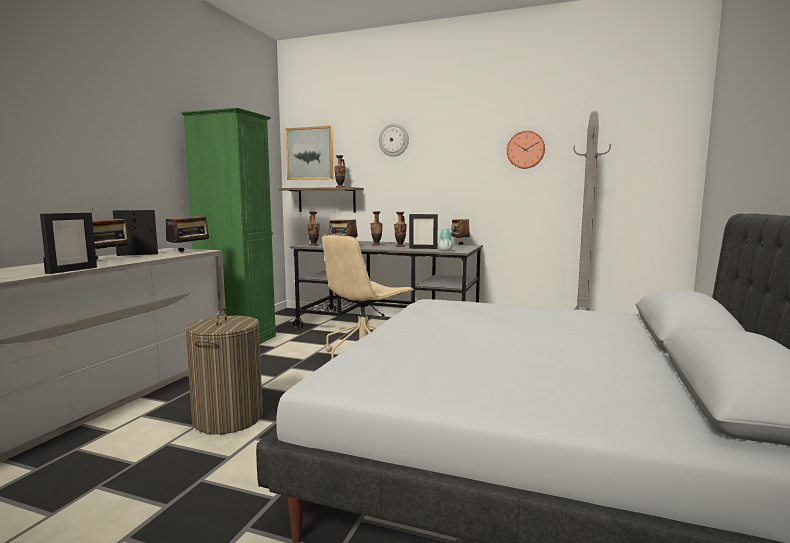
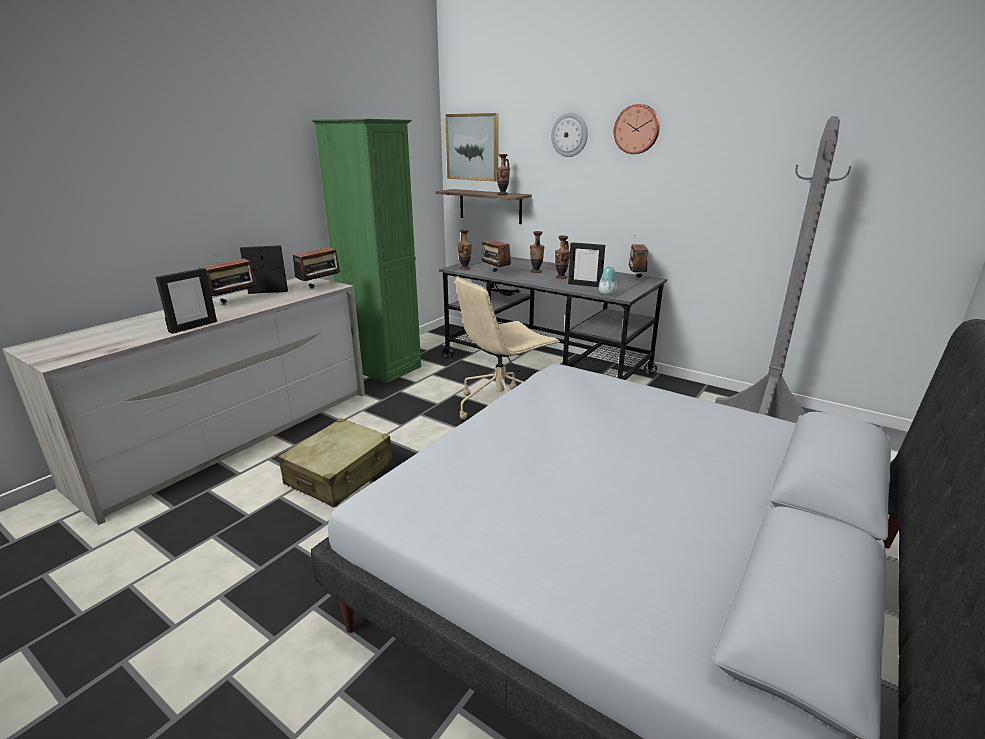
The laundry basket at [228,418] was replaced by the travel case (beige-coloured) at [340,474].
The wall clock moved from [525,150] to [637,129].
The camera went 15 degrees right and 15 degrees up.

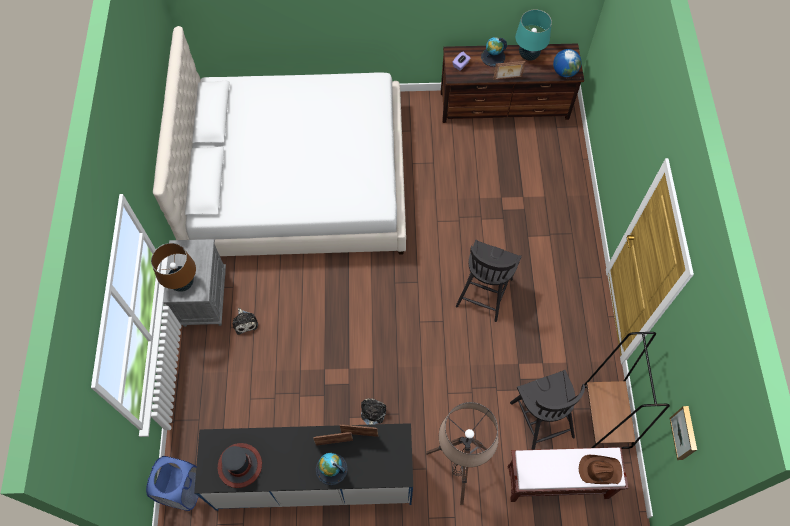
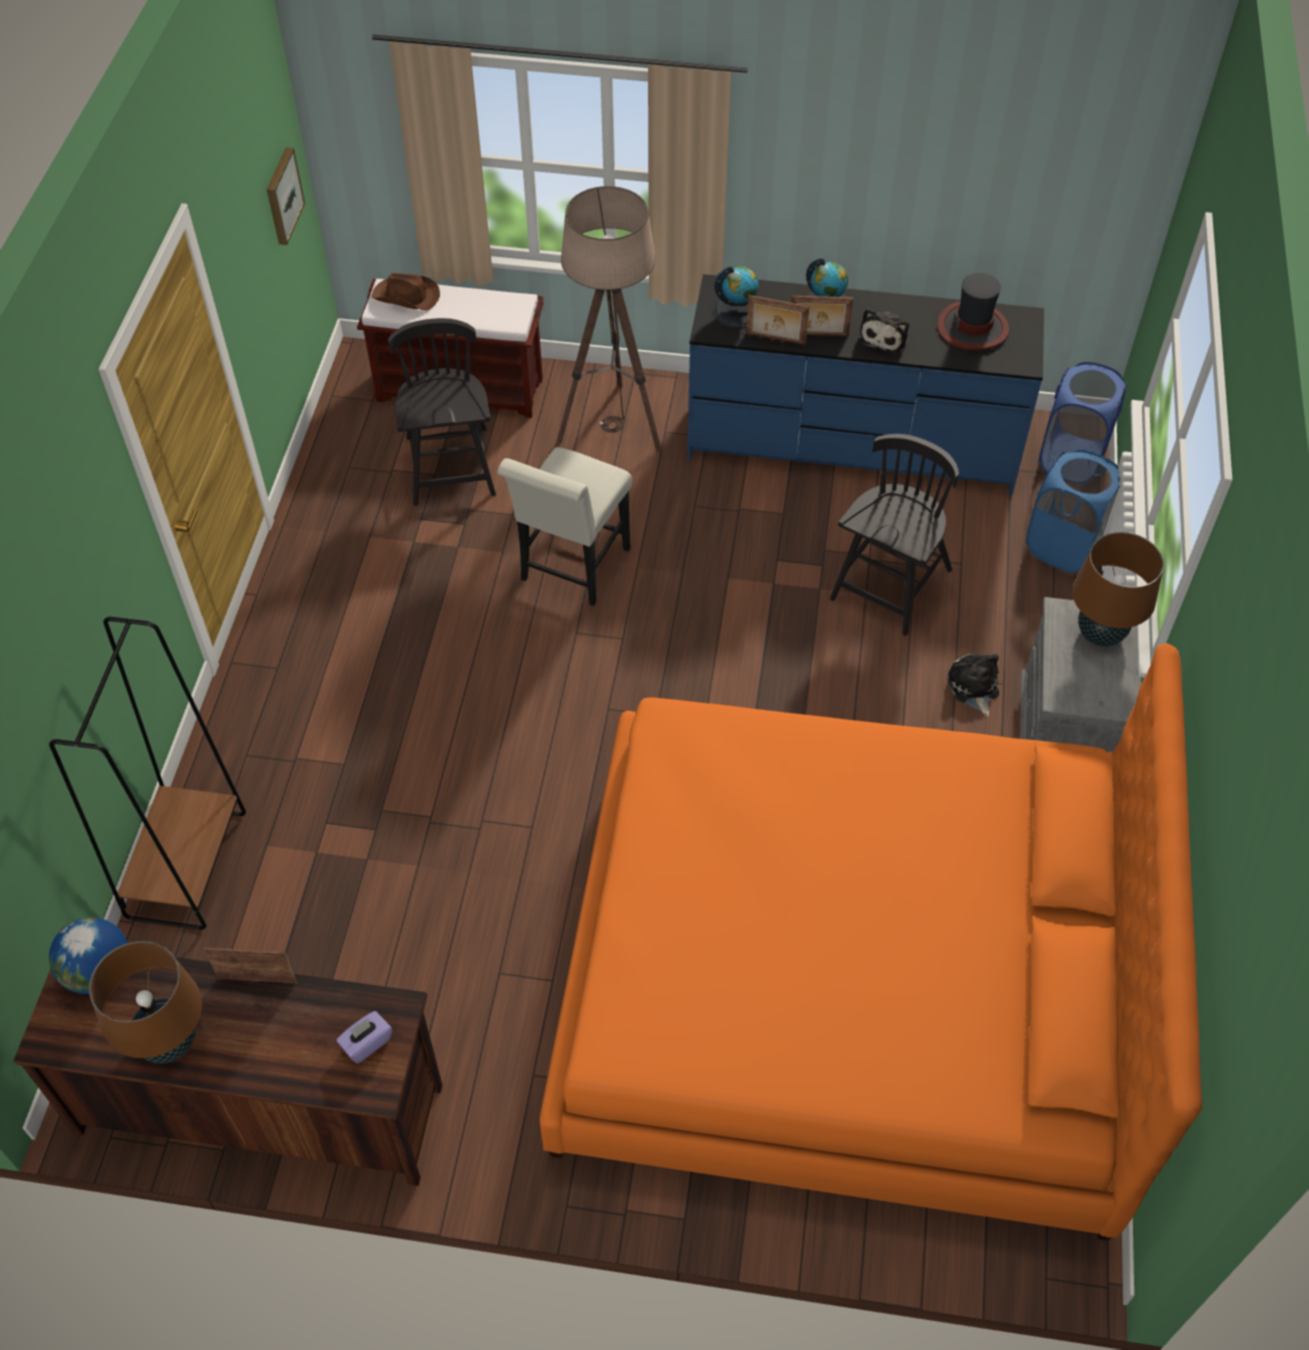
The clothes rack moved from [606,417] to [187,866].
The table lamp (blue-green) at [528,55] became the table lamp (brown) at [169,1042].
The plain chair (whitish) at [571,570] appeared.
The bed (whitish) at [297,180] became the bed (orange) at [846,982].
The desk globe moved from [493,57] to [738,311].
The plain chair (blackish) moved from [485,291] to [890,586].
The soft toy moved from [372,413] to [885,337].
The laundry basket (blue-coloured) at [1064,547] appeared.
The camera went 170 degrees left and 10 degrees down.

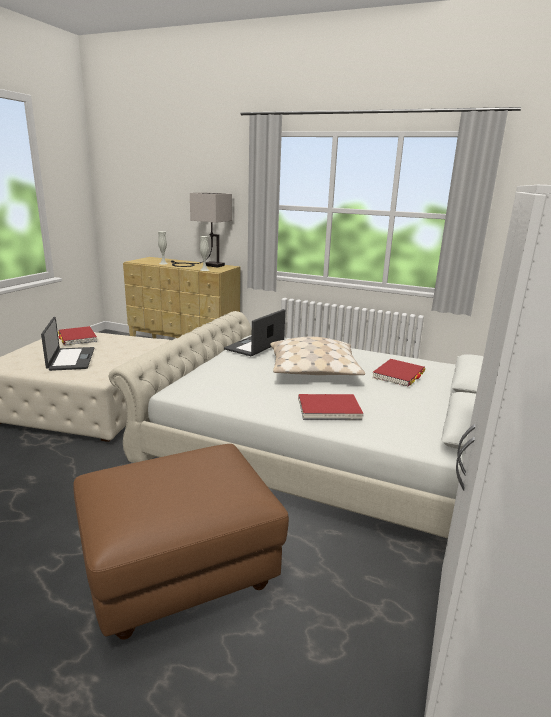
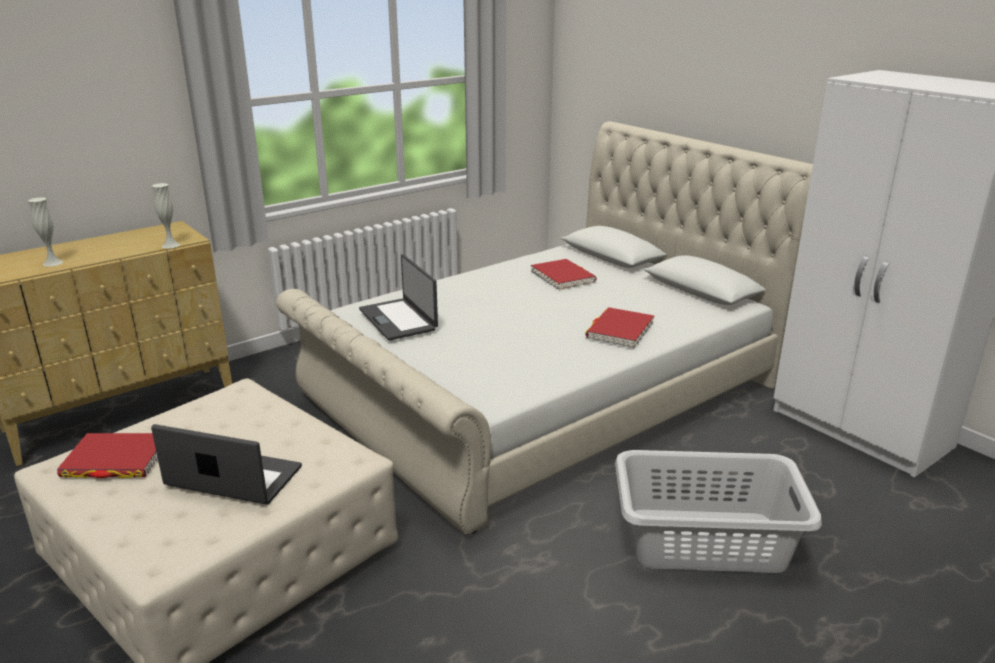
The footrest (brown) at [179,574] was replaced by the laundry basket (greyish) at [706,541].
The table lamp at [200,265] disappeared.
The cushion (beige-coloured) at [314,371] disappeared.
The camera went 60 degrees left and 5 degrees up.

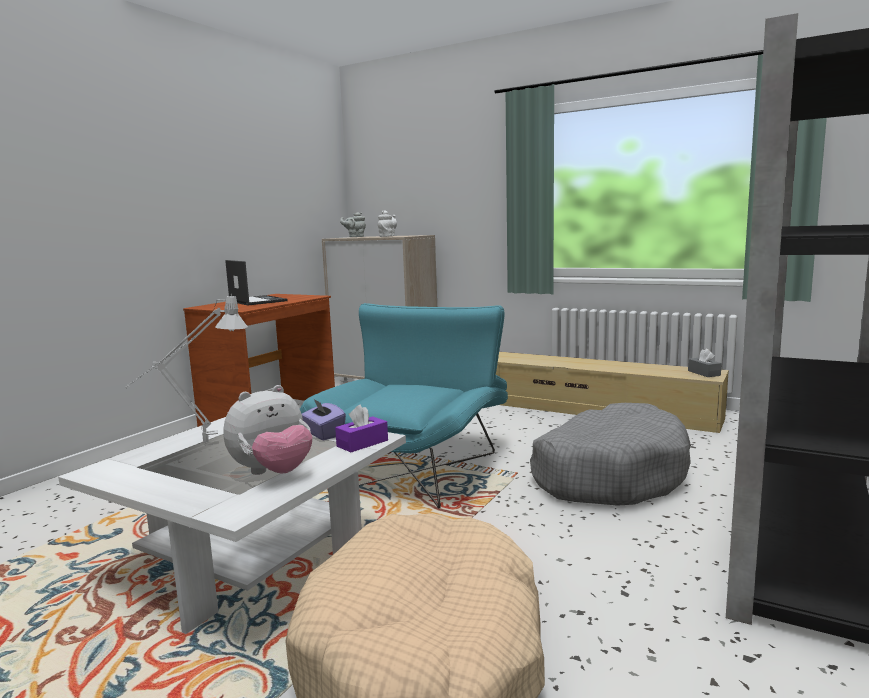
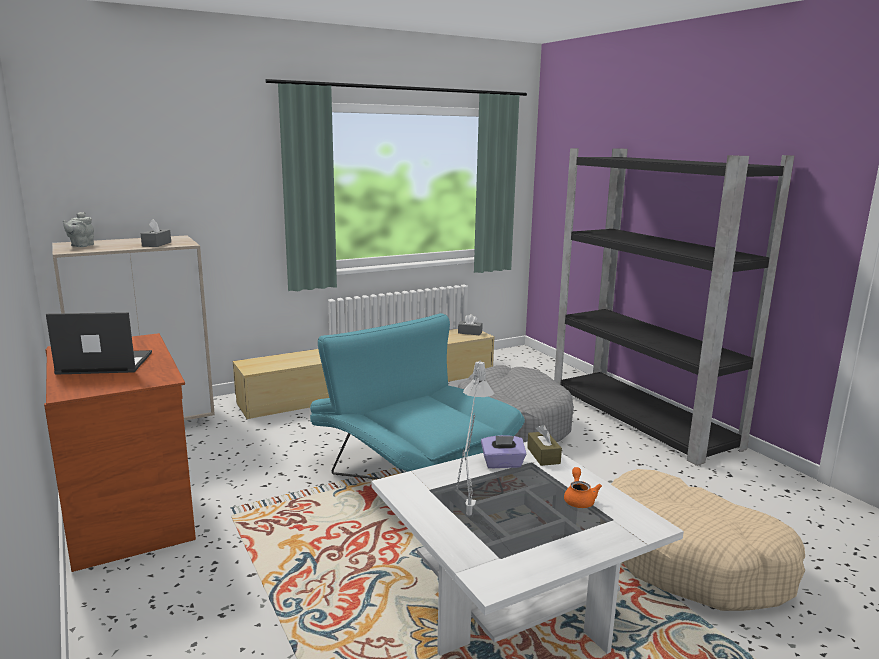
The teapot (whitish) at [388,236] was replaced by the tissue box (greyish) at [157,244].
The tissue box (purplish) at [362,443] became the tissue box (brown) at [543,455].
The soft toy at [273,473] was replaced by the teapot (orange) at [579,499].
The camera went 60 degrees left and 5 degrees up.

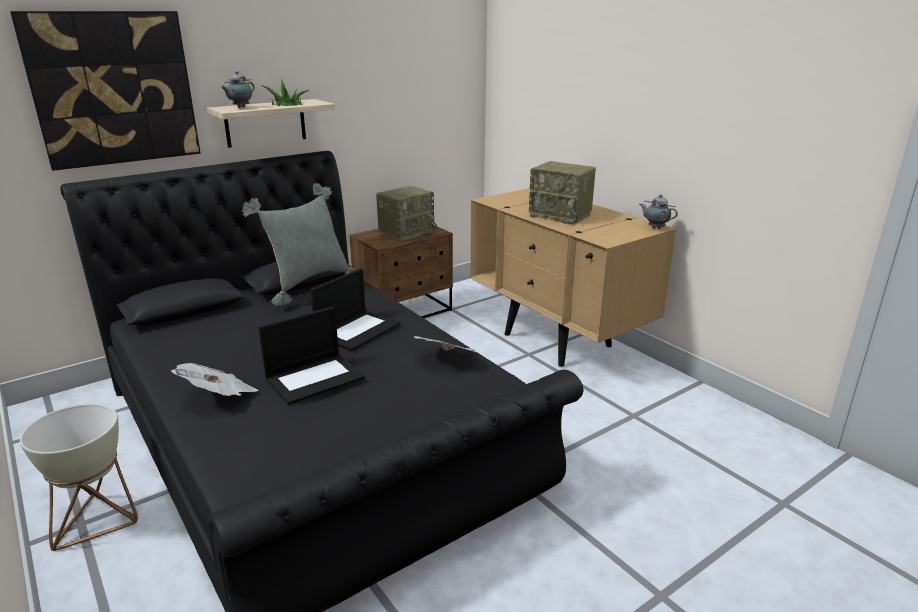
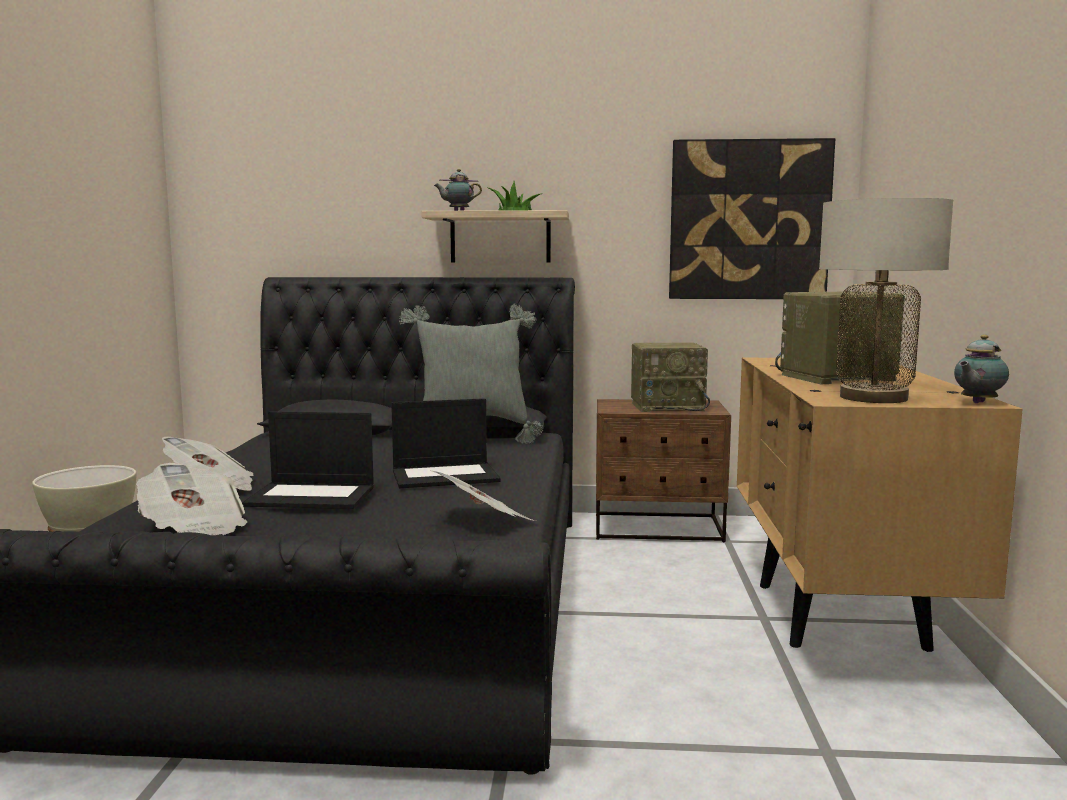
The printed paper at [194,530] appeared.
The wall picture moved from [114,89] to [749,220].
The radio receiver at [561,215] turned 90 degrees clockwise.
The table lamp at [873,398] appeared.
The teapot at [655,228] turned 120 degrees counterclockwise.
The camera went 40 degrees right and 15 degrees down.

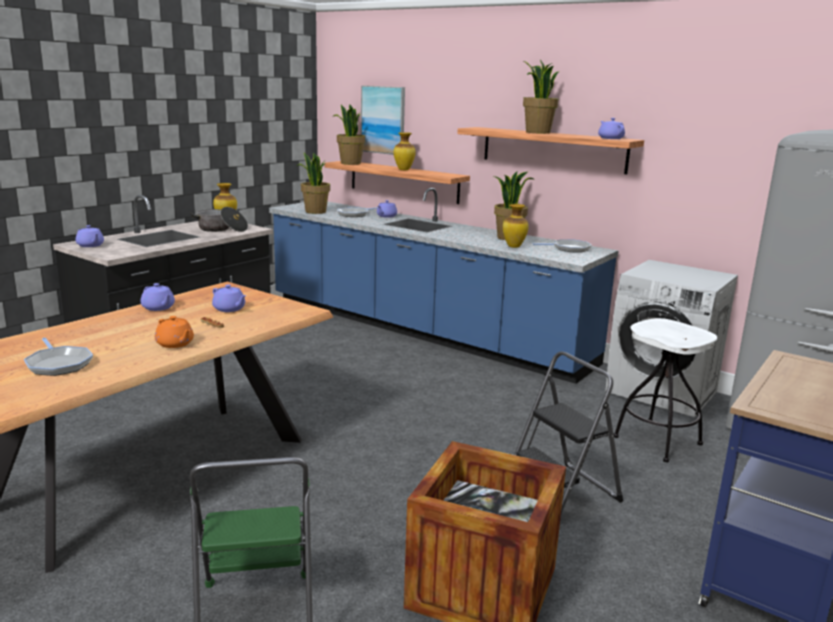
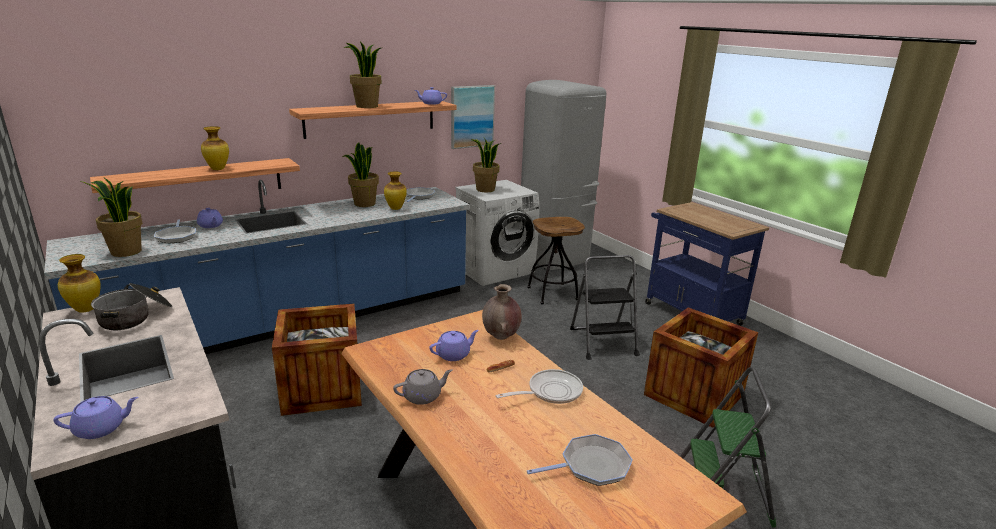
The packing crate at [322,388] appeared.
The teapot (purplish) at [158,308] became the teapot (greyish) at [423,396].
The wall picture moved from [383,120] to [472,116].
The plant in a pot moved from [350,163] to [485,190].
The flower vase (brown) at [501,337] appeared.
The teapot (orange) at [175,344] was replaced by the pan at [550,392].
The sitting stool (whitish) at [658,440] became the sitting stool (brown) at [552,293].
The camera went 70 degrees left and 5 degrees up.

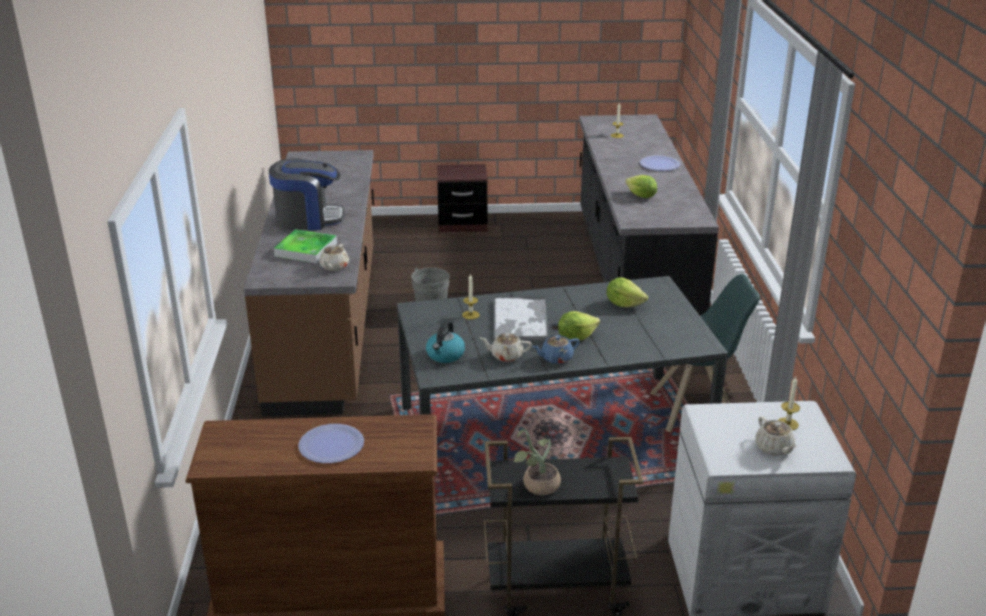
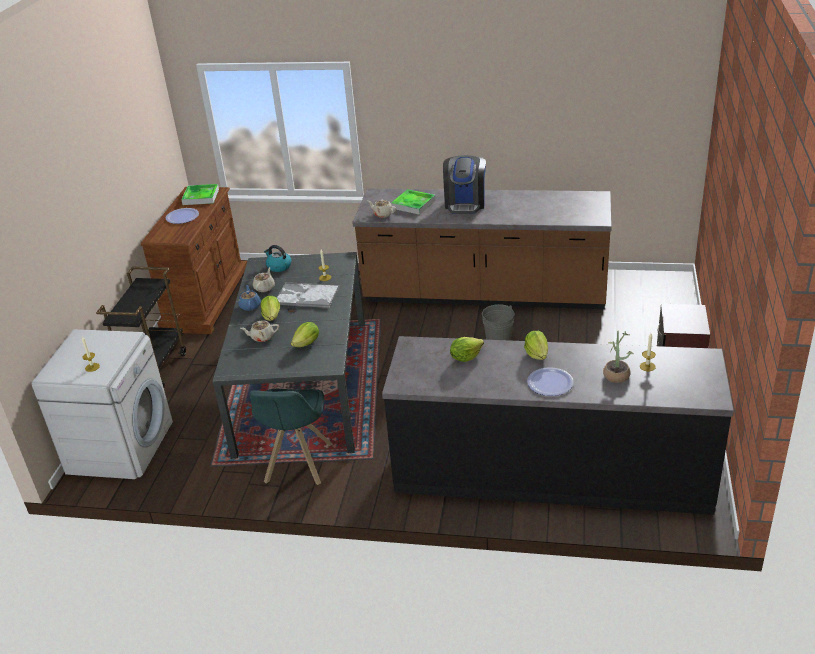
The carrying tray at [201,197] appeared.
The teapot (beige-coloured) moved from [774,448] to [262,337].
The lettuce head at [537,354] appeared.
The plant in a pot moved from [536,485] to [616,373].
The camera went 105 degrees right and 5 degrees up.

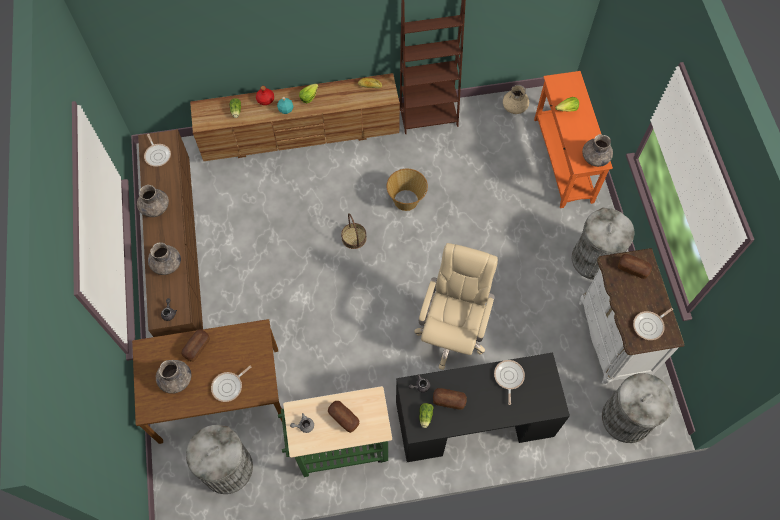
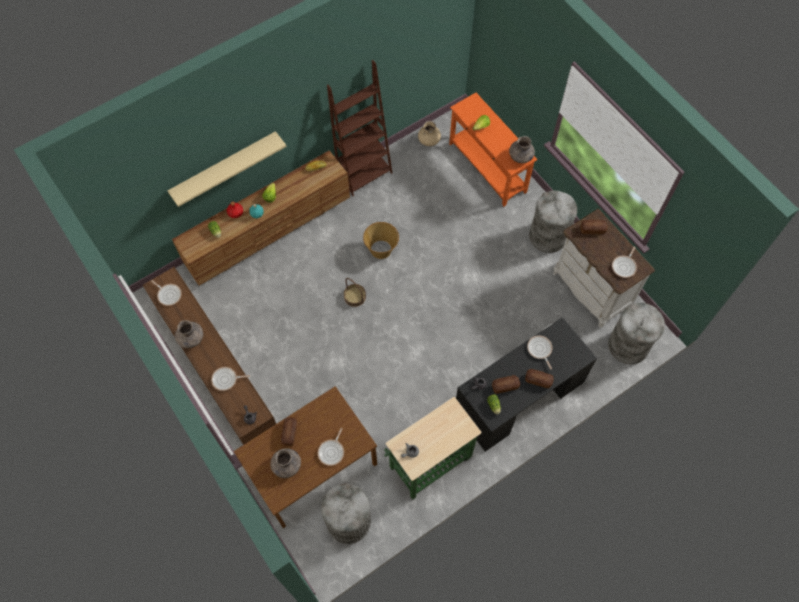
The wall shelf (beige-coloured) at [224,166] appeared.
The flower vase (greyish) at [166,264] was replaced by the pan at [226,379].
The baked bread moved from [343,418] to [538,380].
The office chair (beige-coloured) at [452,331] disappeared.
The camera went 25 degrees left and 0 degrees up.

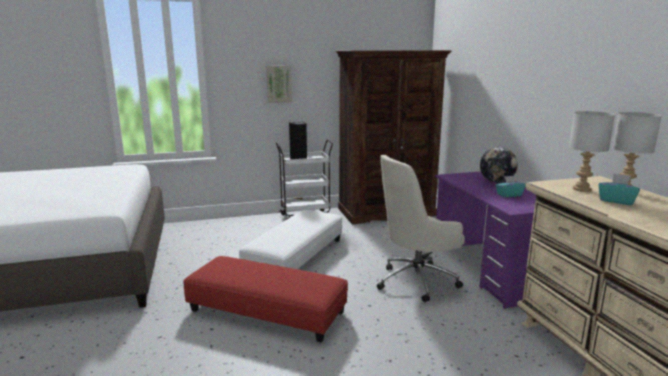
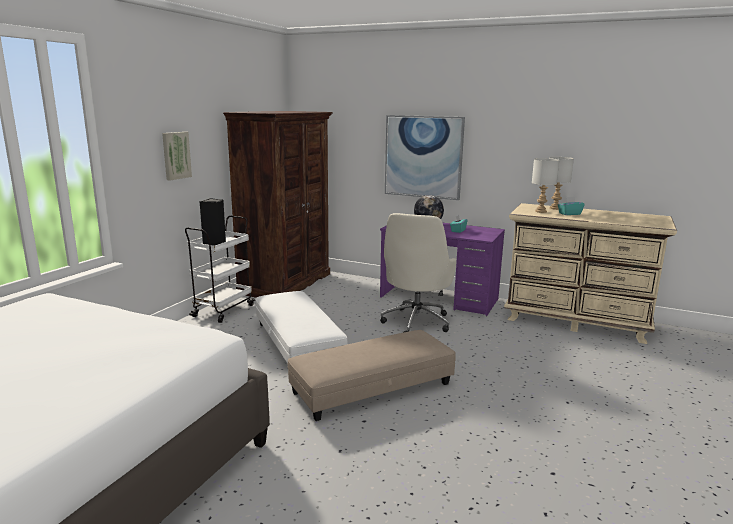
The footrest (red) at [266,311] became the footrest (beige-coloured) at [372,388].
The wall picture at [423,157] appeared.
The camera went 50 degrees left and 0 degrees up.

